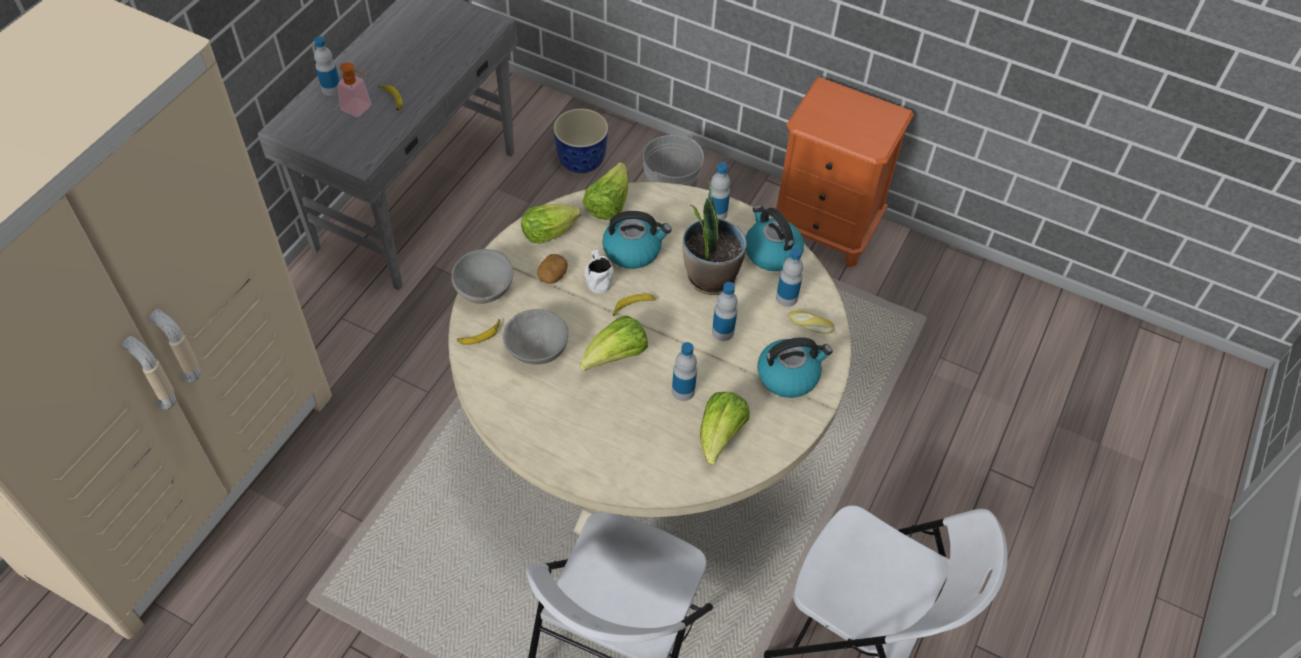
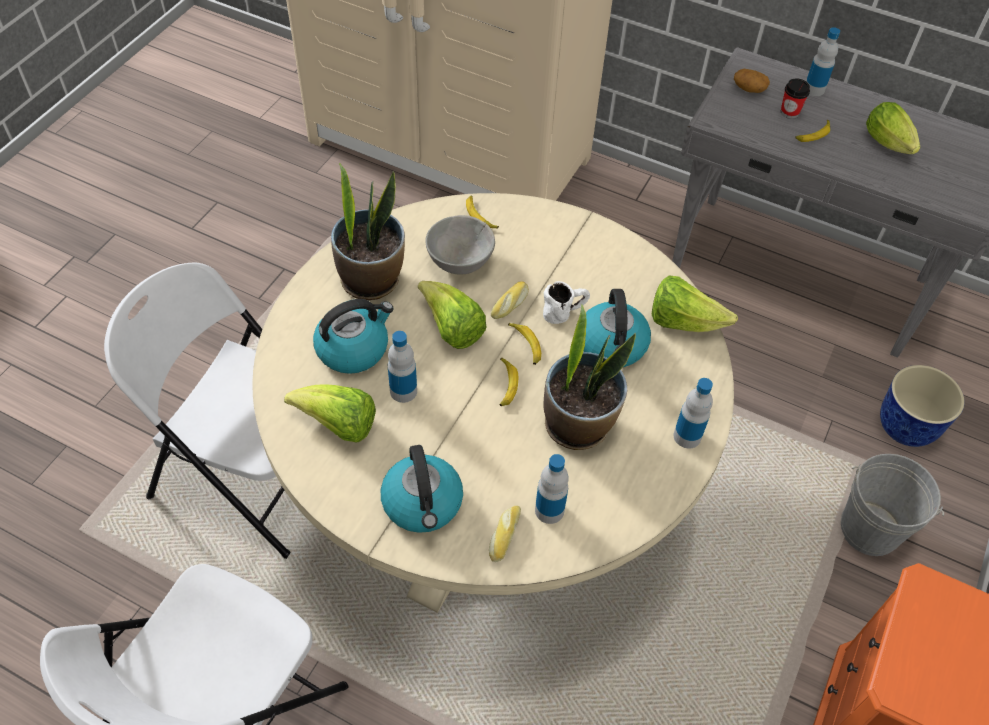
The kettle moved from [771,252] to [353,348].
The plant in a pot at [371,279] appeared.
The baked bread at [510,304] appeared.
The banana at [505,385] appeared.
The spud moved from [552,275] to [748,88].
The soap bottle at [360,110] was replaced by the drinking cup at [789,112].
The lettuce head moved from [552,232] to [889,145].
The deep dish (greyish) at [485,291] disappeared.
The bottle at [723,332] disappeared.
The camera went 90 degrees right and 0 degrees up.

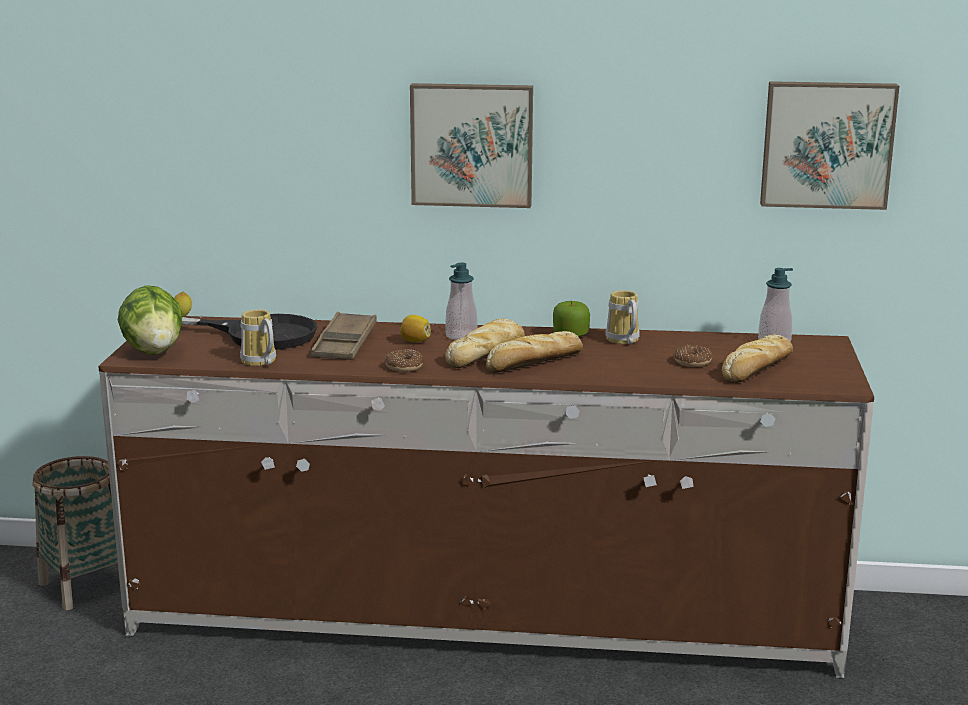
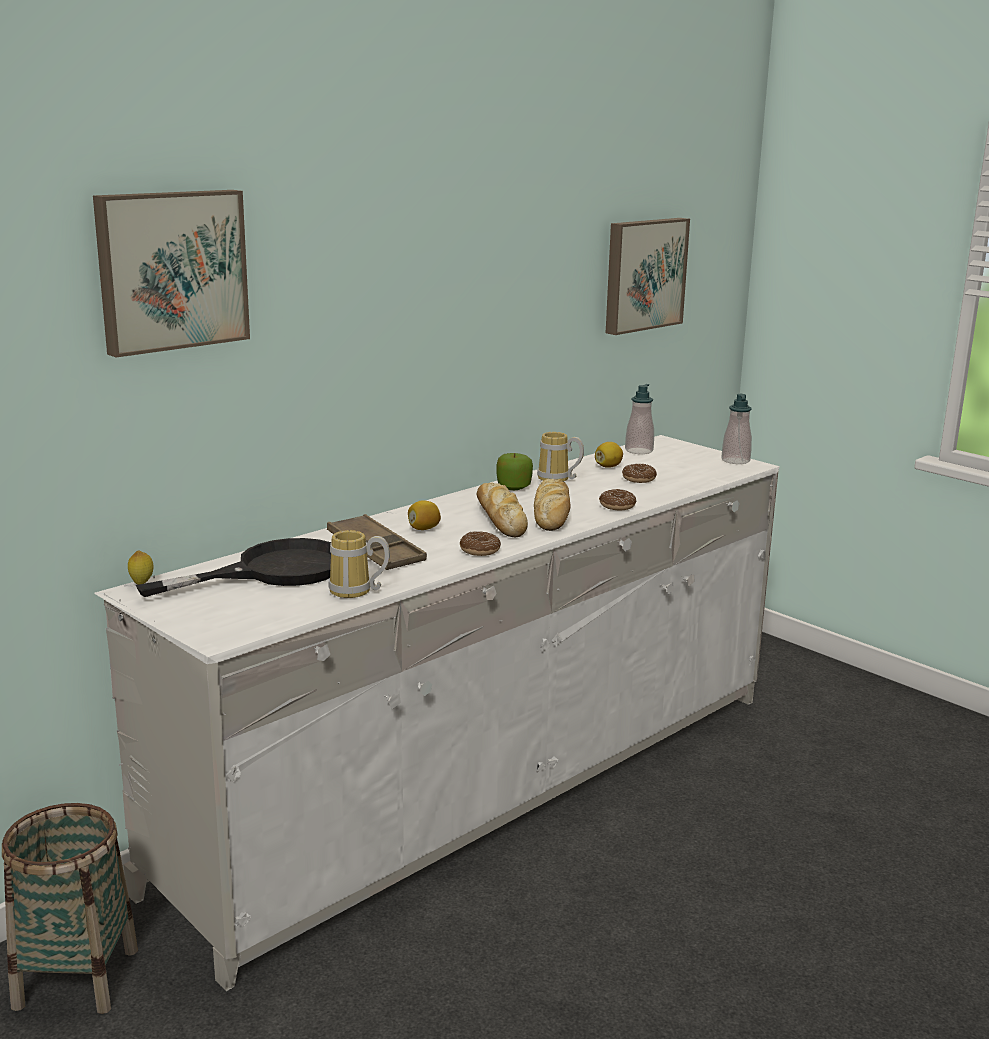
The wall picture moved from [472,144] to [171,270].
The storage cabinet (brown) at [481,615] became the storage cabinet (whitish) at [484,787].
The lemon at [608,466] appeared.
The doughnut at [617,506] appeared.
The soap bottle moved from [461,336] to [735,460].
The lettuce head at [154,351] disappeared.
The baked bread at [756,369] disappeared.
The camera went 50 degrees left and 0 degrees up.

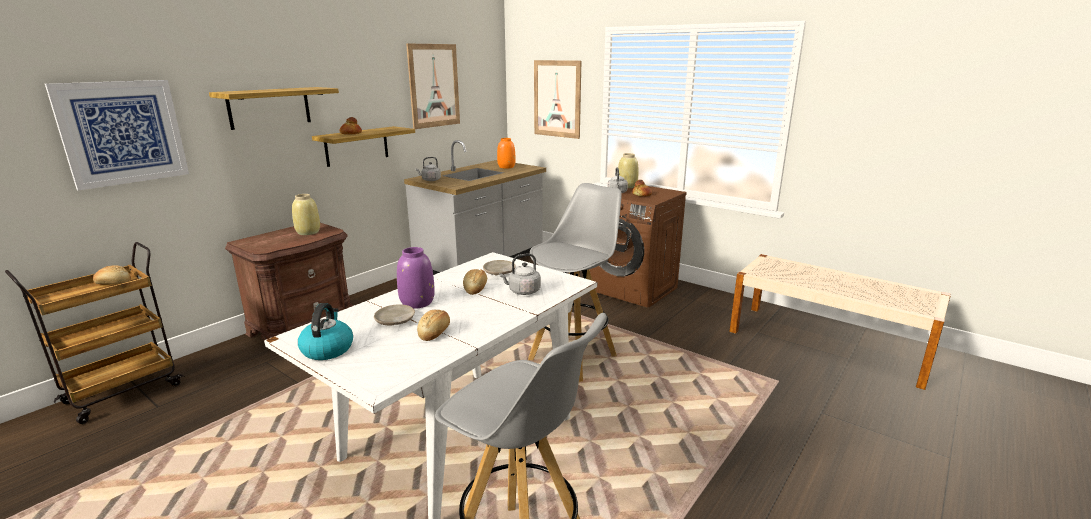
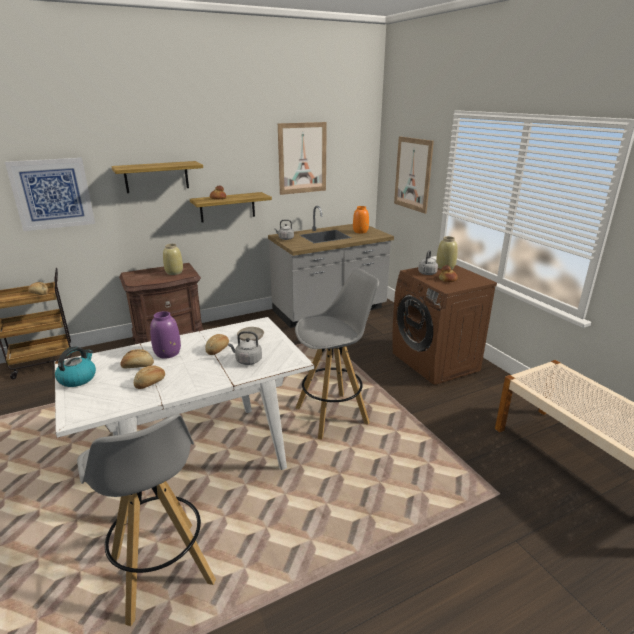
The dinner plate (beige-coloured) at [395,321] was replaced by the baked bread at [138,366].
The camera went 25 degrees right and 5 degrees up.

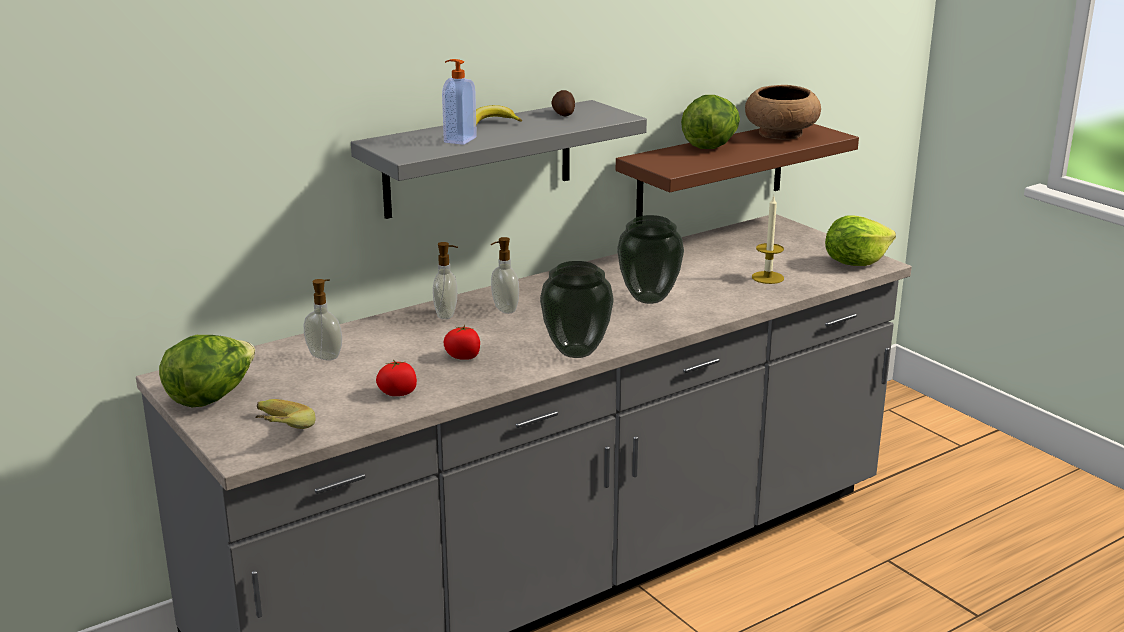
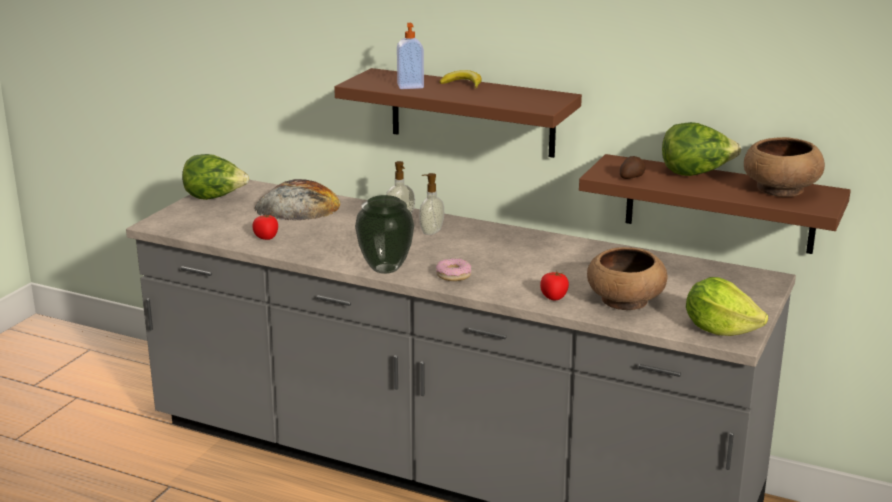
The soap bottle at [325,356] was replaced by the baked bread at [298,206].
The wall shelf (greyish) at [479,159] became the wall shelf (brown) at [472,113].
The doughnut at [453,275] appeared.
The tomato moved from [463,356] to [554,297].
The wax candle at [767,277] was replaced by the deep dish (brown) at [625,301].
The spud moved from [563,114] to [631,176].
The banana at [275,434] disappeared.
The flower vase at [648,299] disappeared.
The camera went 60 degrees right and 0 degrees up.

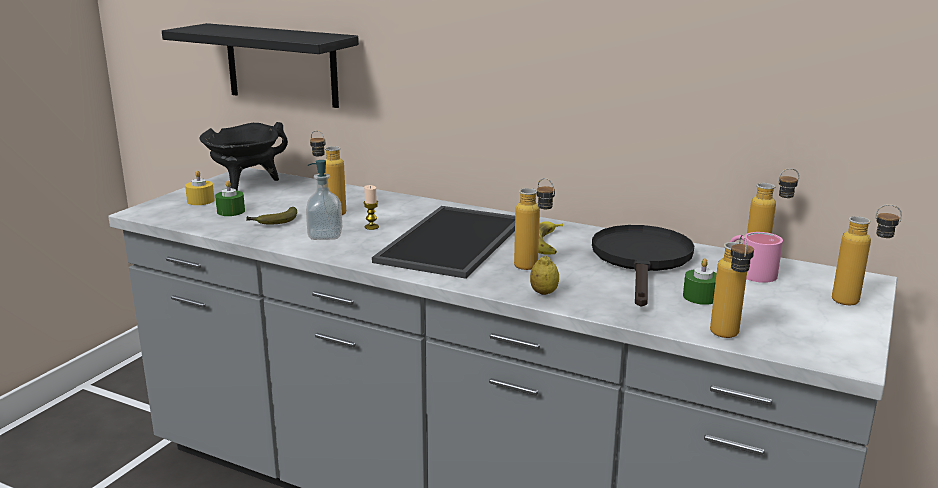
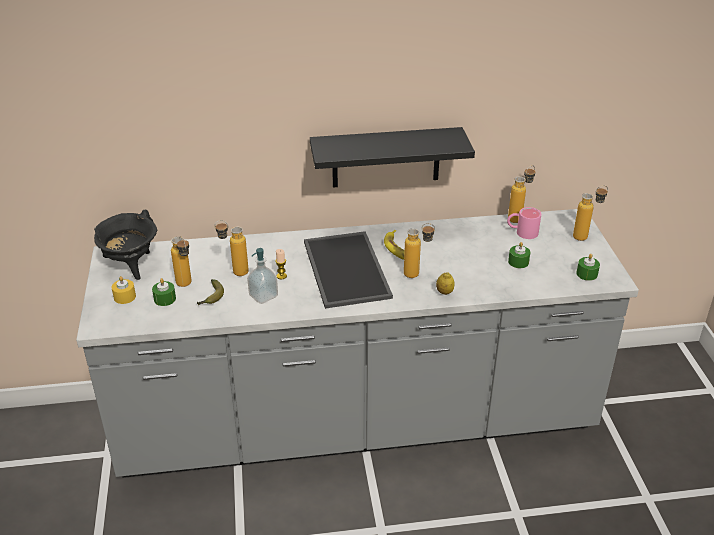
The bottle moved from [726,338] to [186,286].
The wall shelf (blackish) moved from [281,65] to [386,157].
The wax candle (green-coloured) at [587,274] appeared.
The pan (blackish) at [642,261] disappeared.
The camera went 35 degrees left and 15 degrees up.

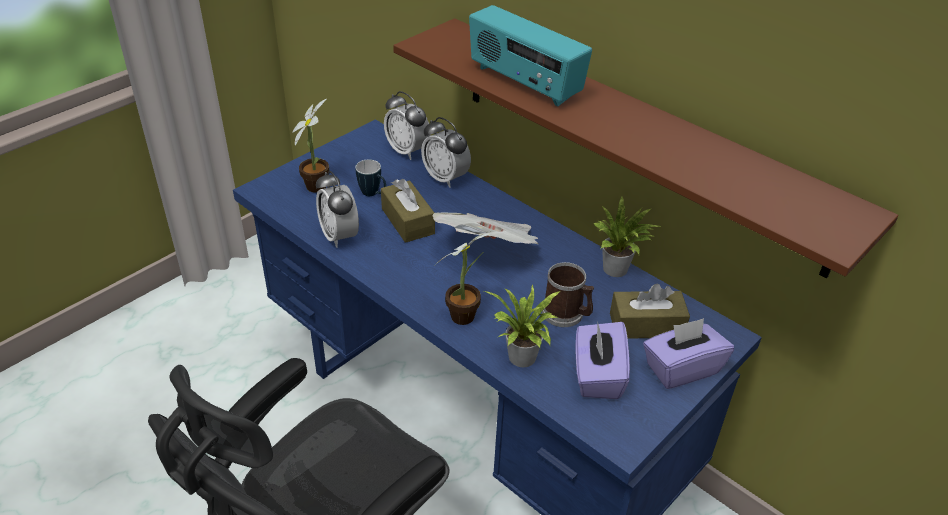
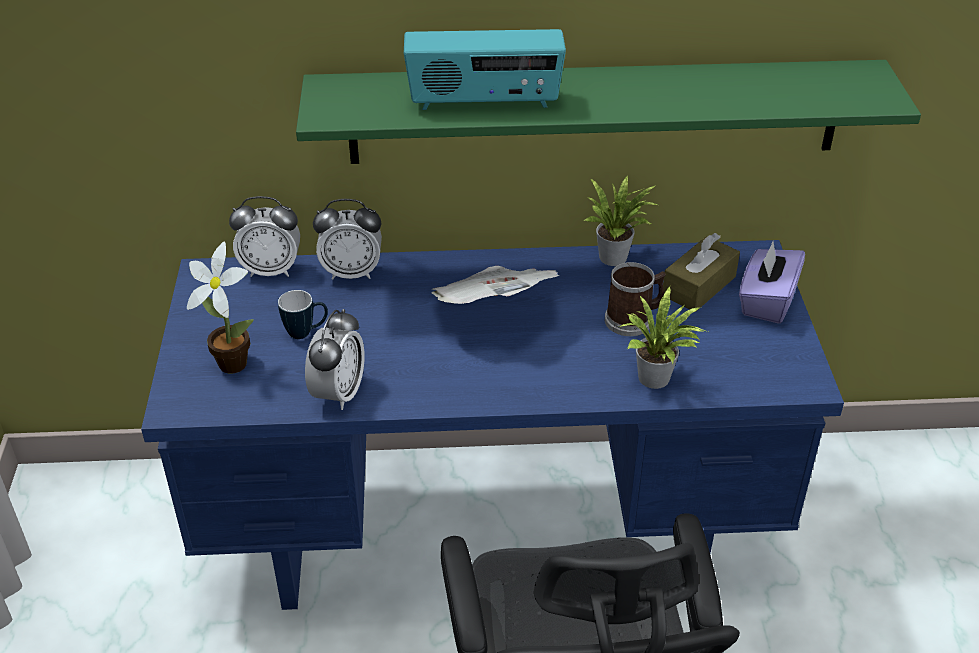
The wall shelf (brown) at [635,140] became the wall shelf (green-coloured) at [594,112].
The alarm clock at [339,236] turned 90 degrees counterclockwise.
The tissue box (brown) at [407,221] disappeared.
The plant in a pot at [466,315] disappeared.
The tissue box (purplish) at [597,376] disappeared.
The camera went 45 degrees left and 0 degrees up.

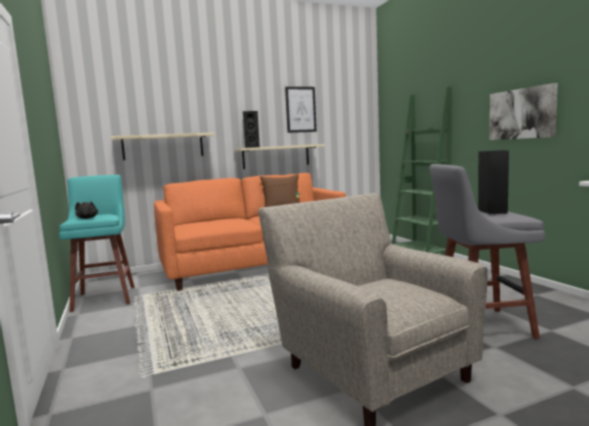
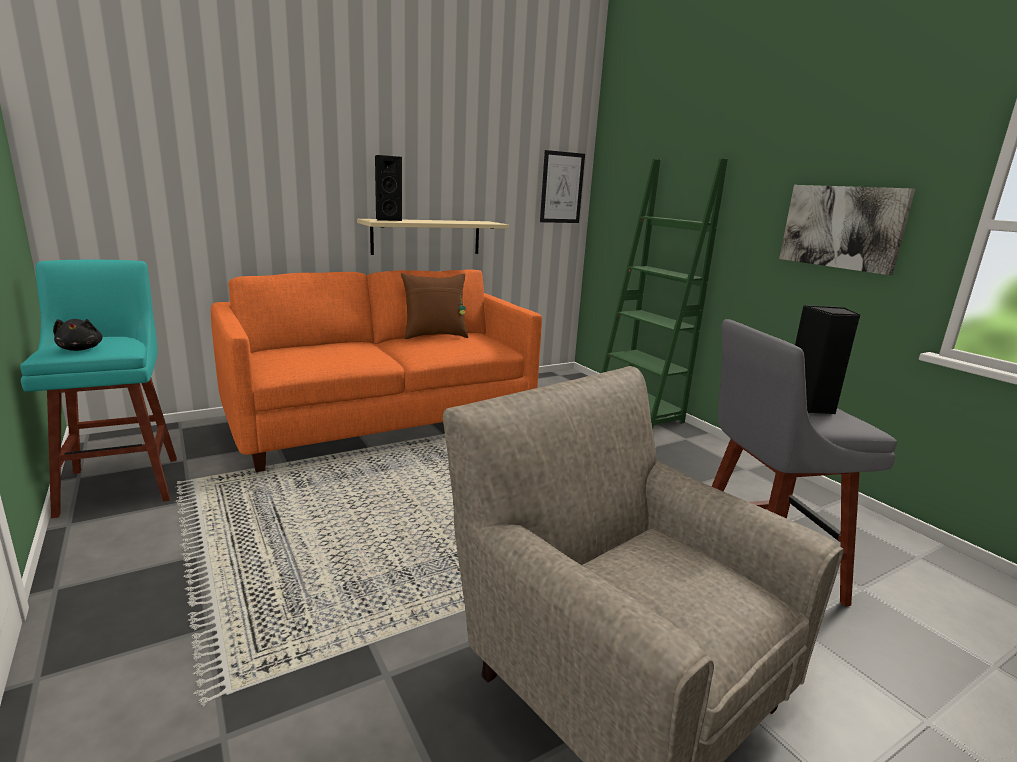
The wall picture moved from [301,109] to [562,187].
The wall shelf (beige-coloured) at [163,146] disappeared.
The camera went 10 degrees left and 10 degrees up.

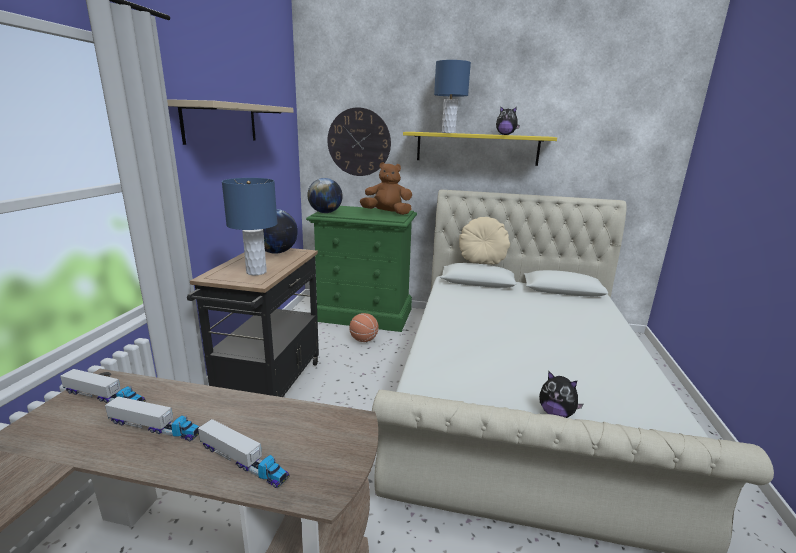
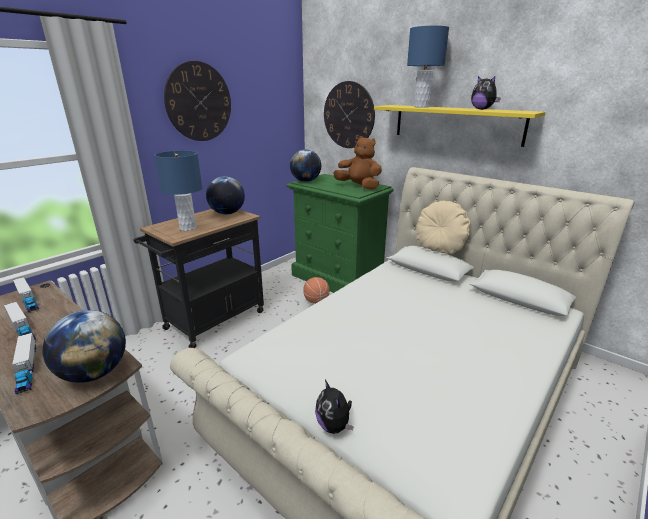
The desk globe at [94,373] appeared.
The wall shelf (beige-coloured) at [221,123] was replaced by the wall clock at [199,102].
The camera went 30 degrees right and 5 degrees up.

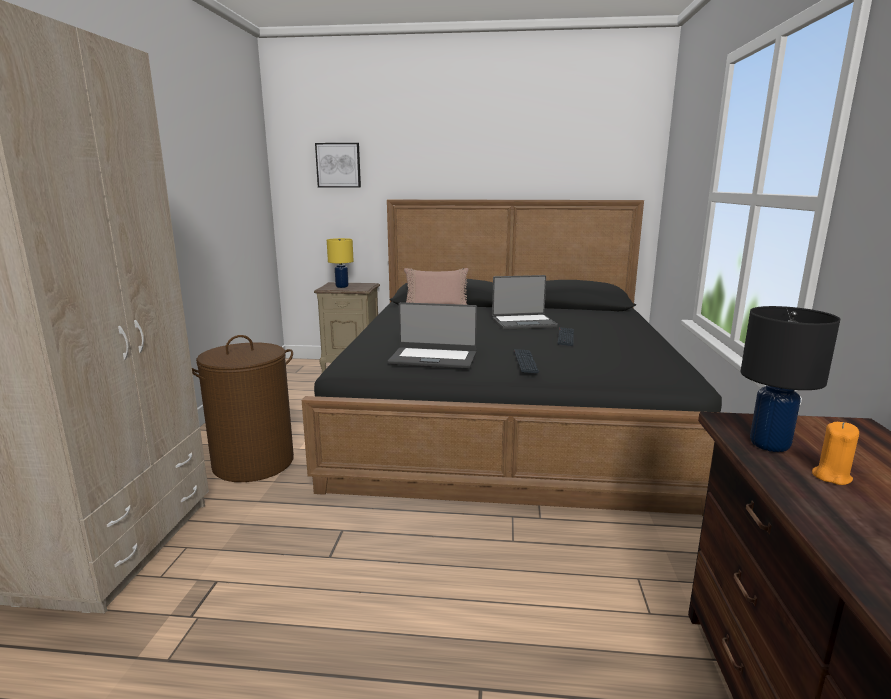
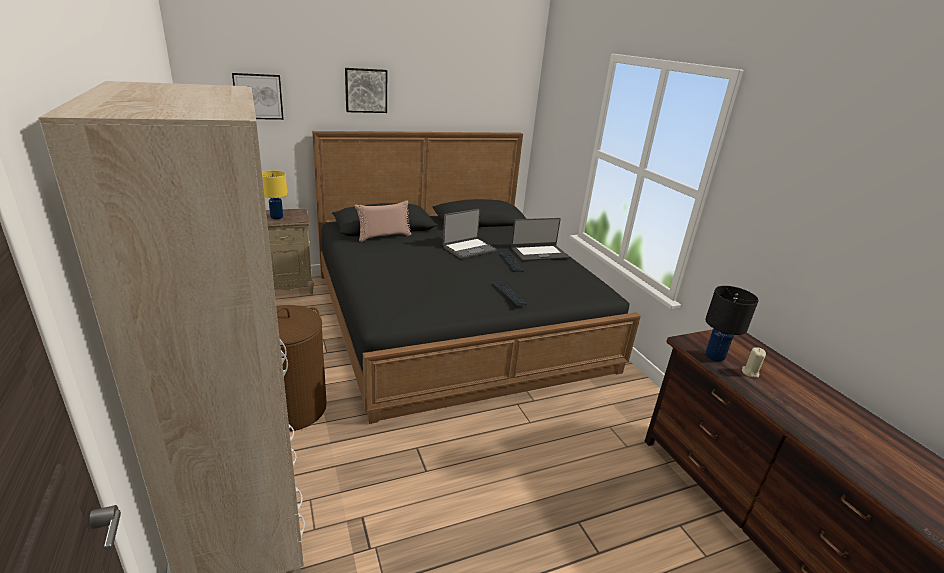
The wall picture at [366,90] appeared.
The laptop moved from [433,358] to [539,253].
The wax candle (orange) at [831,476] became the wax candle (beige-coloured) at [750,372].
The camera went 30 degrees left and 10 degrees up.

